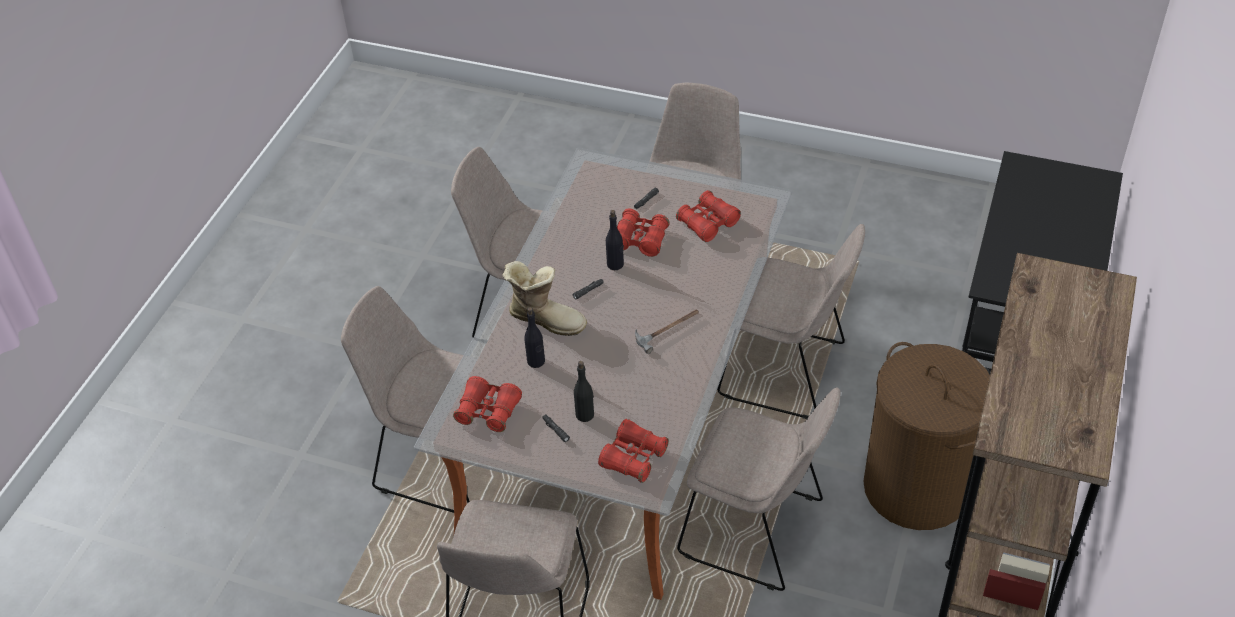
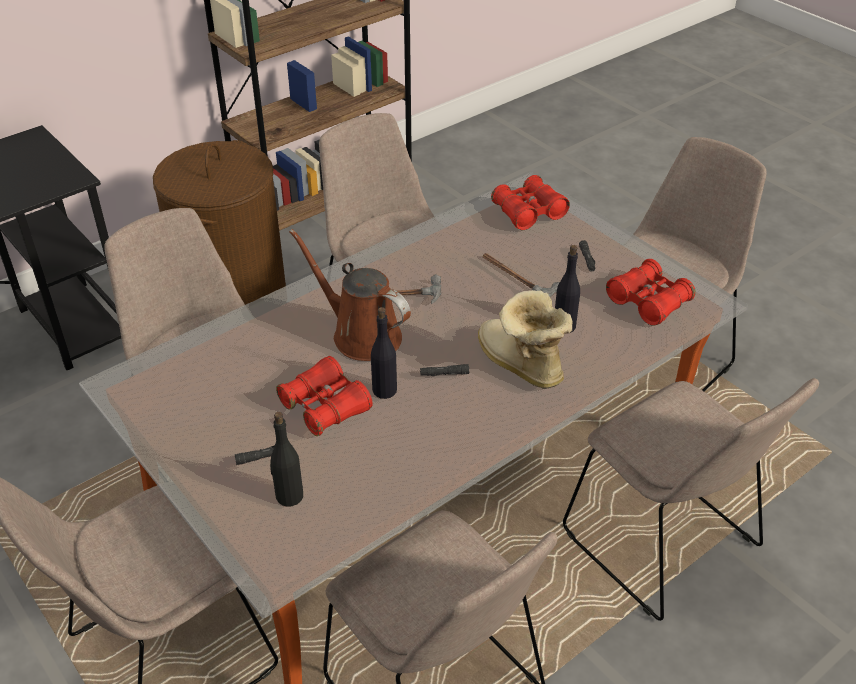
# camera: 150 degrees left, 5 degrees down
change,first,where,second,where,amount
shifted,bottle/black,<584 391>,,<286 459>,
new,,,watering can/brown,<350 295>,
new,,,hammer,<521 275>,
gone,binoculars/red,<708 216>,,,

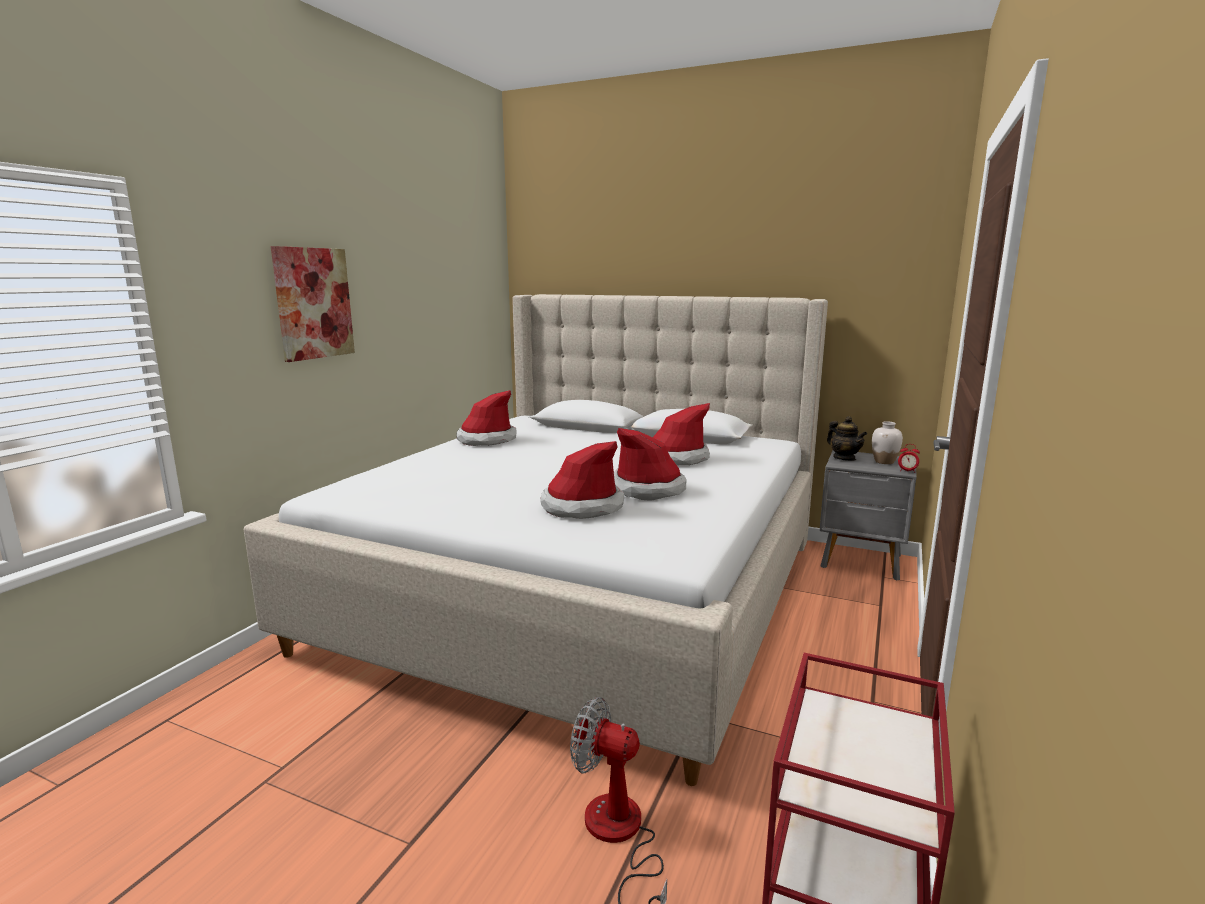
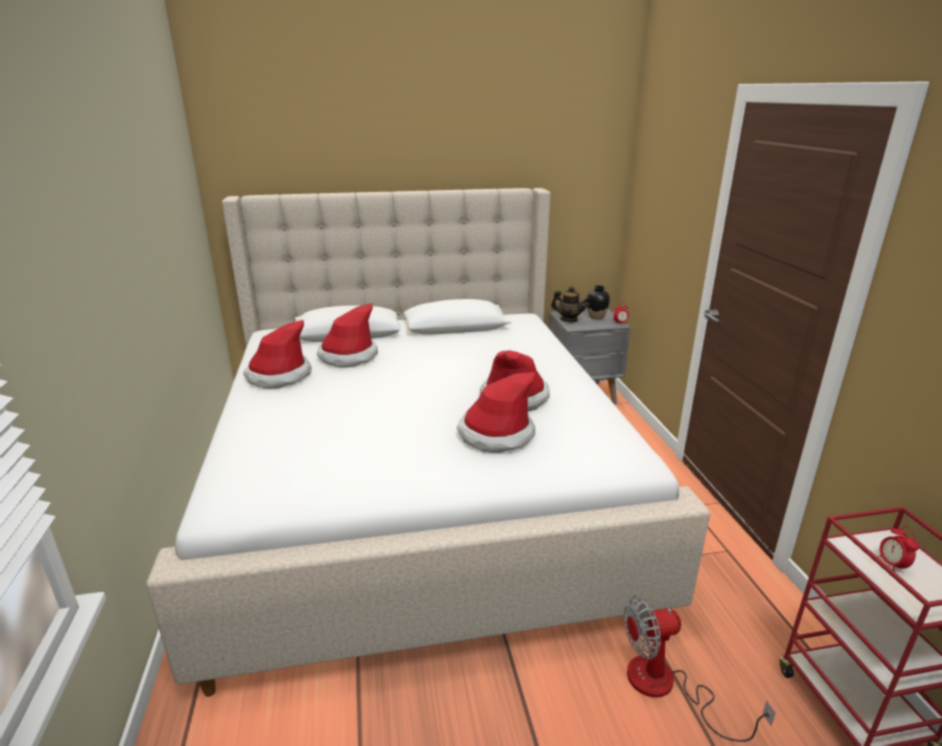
# camera: 35 degrees left, 10 degrees up
change,first,where,second,where,amount
shifted,hat,<681 434>,,<347 335>,
repainted,vase/white,<887 442>,vase/black,<598 302>,
new,,,alarm clock,<898 548>,
gone,picture,<313 304>,,,

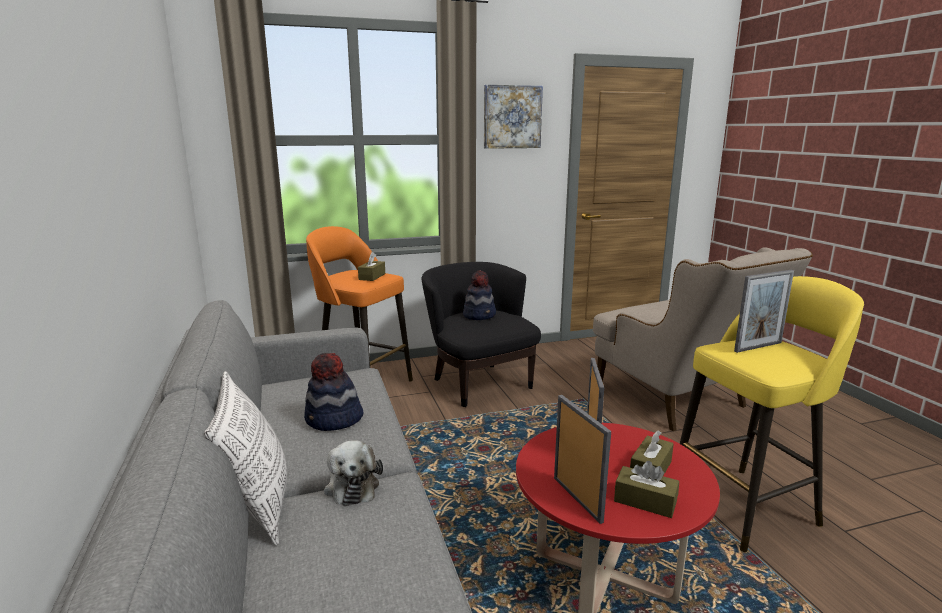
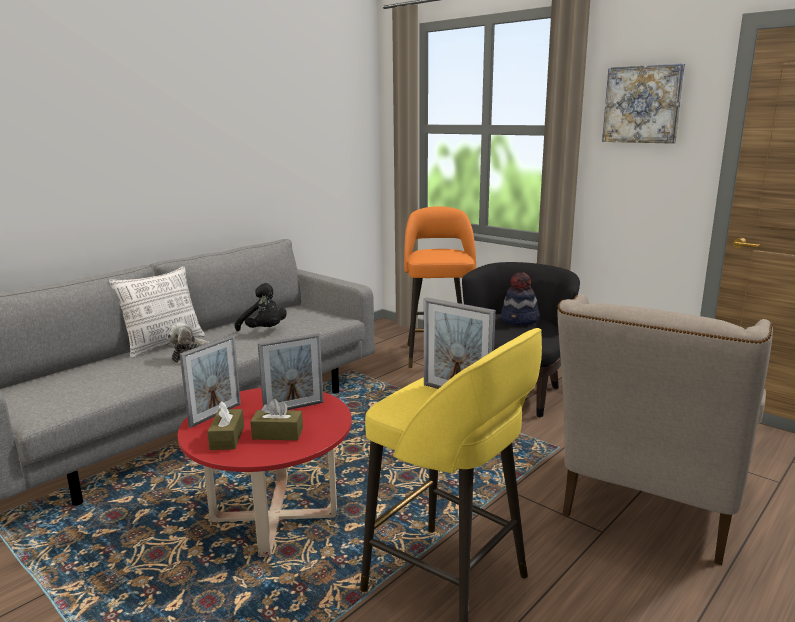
# camera: 60 degrees right, 0 degrees up
change,first,where,second,where,amount
swapped,hat,<334 392>,plush toy/black,<261 307>,
gone,tissue box/brown,<371 266>,,,

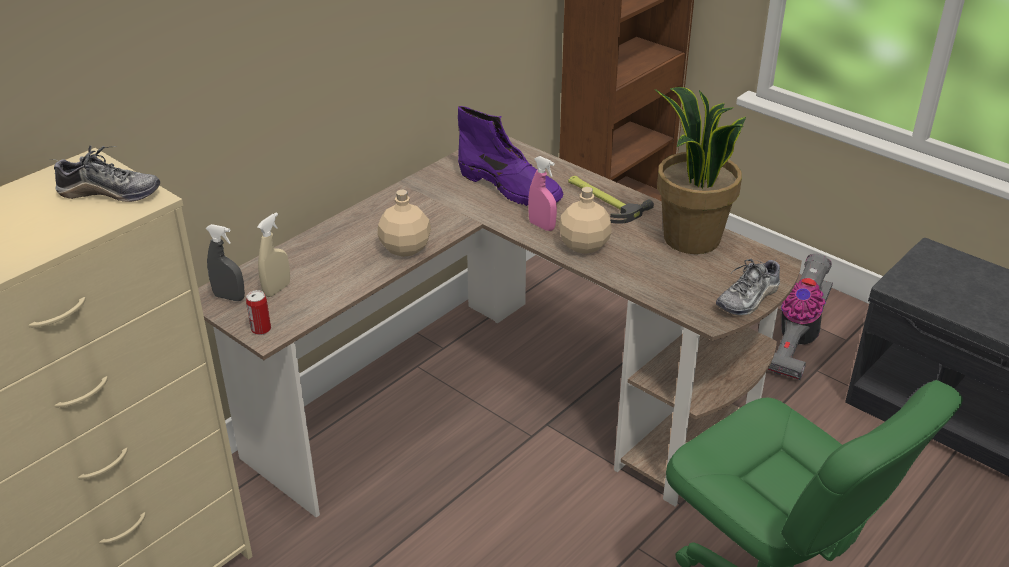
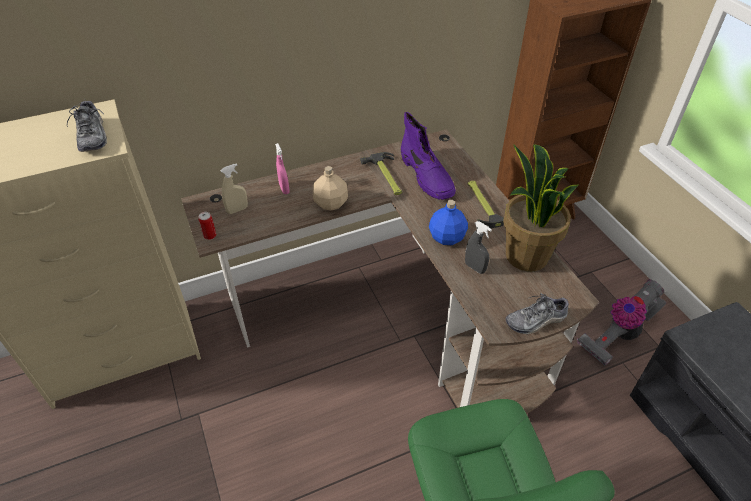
# camera: 25 degrees right, 10 degrees up
change,first,where,second,where,amount
rotated,shoe,<106 173>,,<87 126>,45 degrees clockwise
shifted,spray bottle/pink,<542 193>,,<282 168>,
new,,,hammer,<381 173>,
repainted,bottle/beige,<585 220>,bottle/blue,<448 222>,
shifted,spray bottle/grey,<225 262>,,<478 247>,

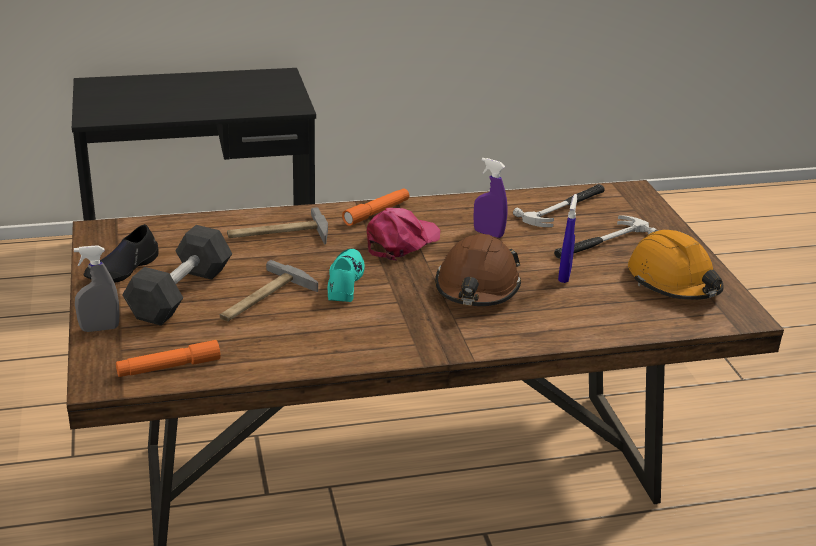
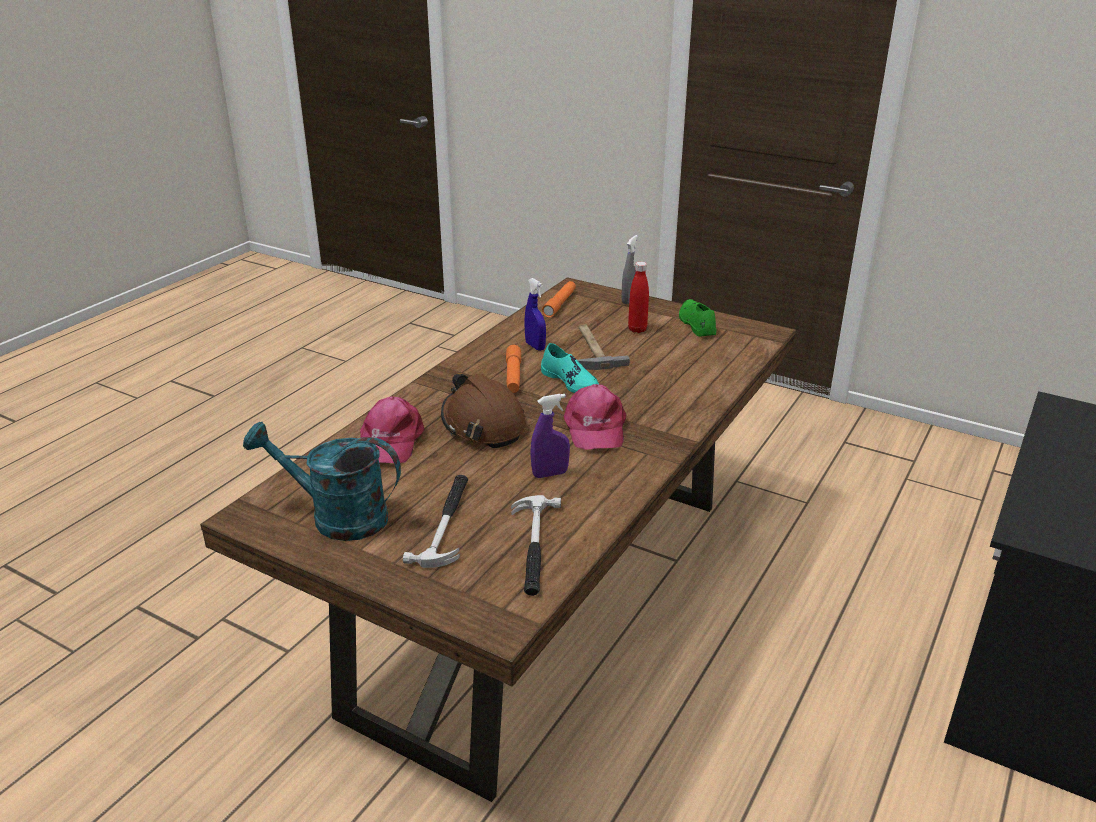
# camera: 135 degrees right, 0 degrees up
change,first,where,second,where,amount
swapped,hard hat/orange,<675 265>,watering can/turquoise,<322 481>,
new,,,cap/pink,<392 429>,
shifted,flashlight/orange,<375 207>,,<513 369>,
shifted,spray bottle/blue,<567 238>,,<535 314>,
swapped,dumbbell/black,<177 275>,bottle/red,<638 297>,
repainted,shoe/black,<121 253>,shoe/green,<697 318>,
gone,hammer,<277 225>,,,

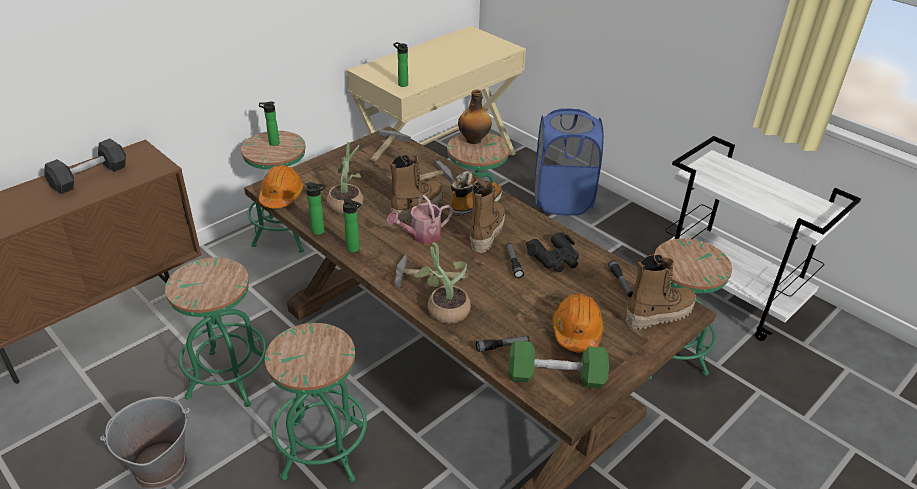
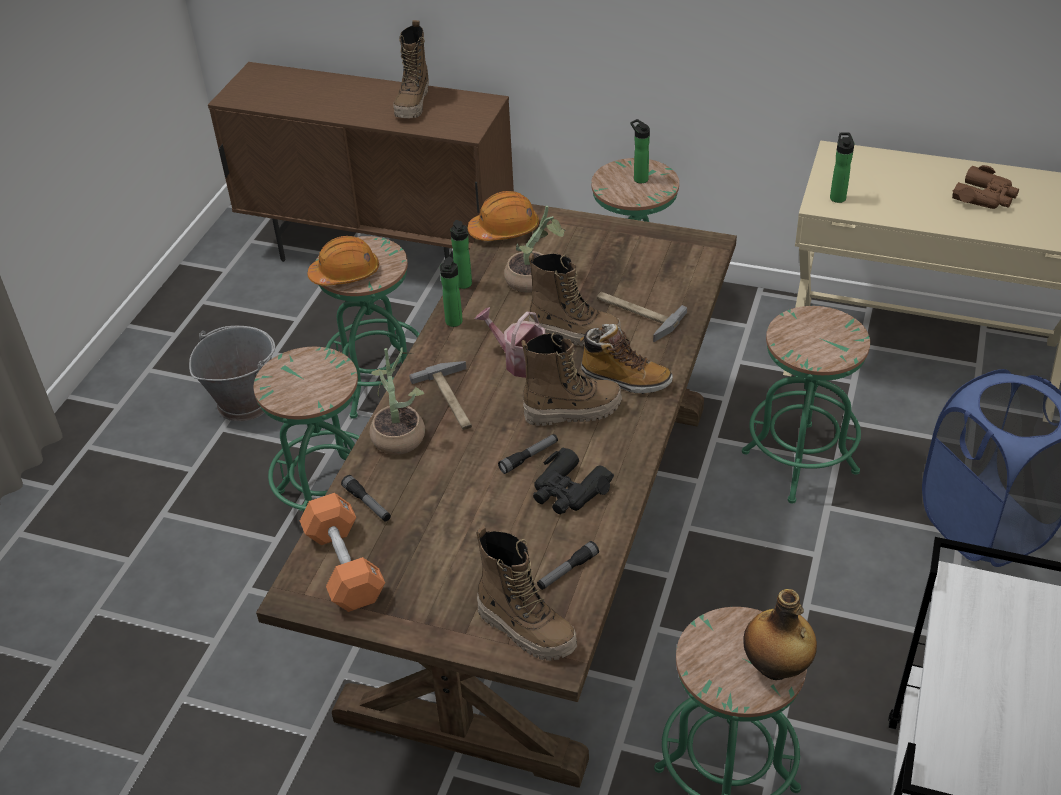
# camera: 65 degrees right, 5 degrees up
change,first,where,second,where,amount
repainted,dumbbell/green,<558 364>,dumbbell/orange,<342 552>,
shifted,hard hat/orange,<578 323>,,<343 261>,
swapped,dumbbell/black,<85 166>,boot,<411 69>,
shifted,bottle,<475 117>,,<780 634>,
new,,,binoculars/brown,<985 187>,
gone,hammer,<390 146>,,,

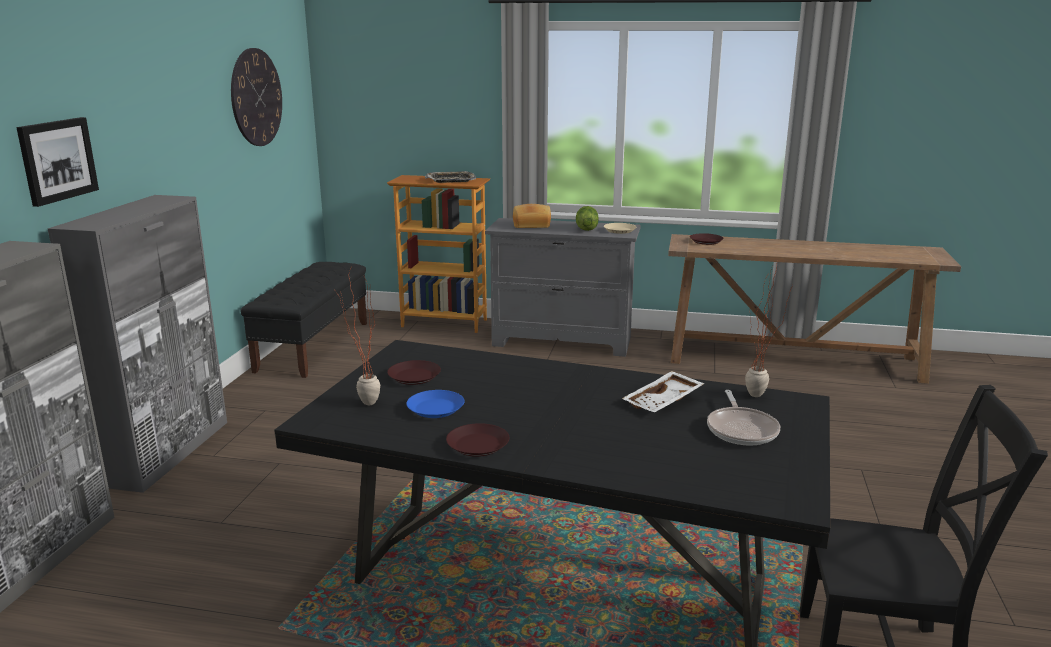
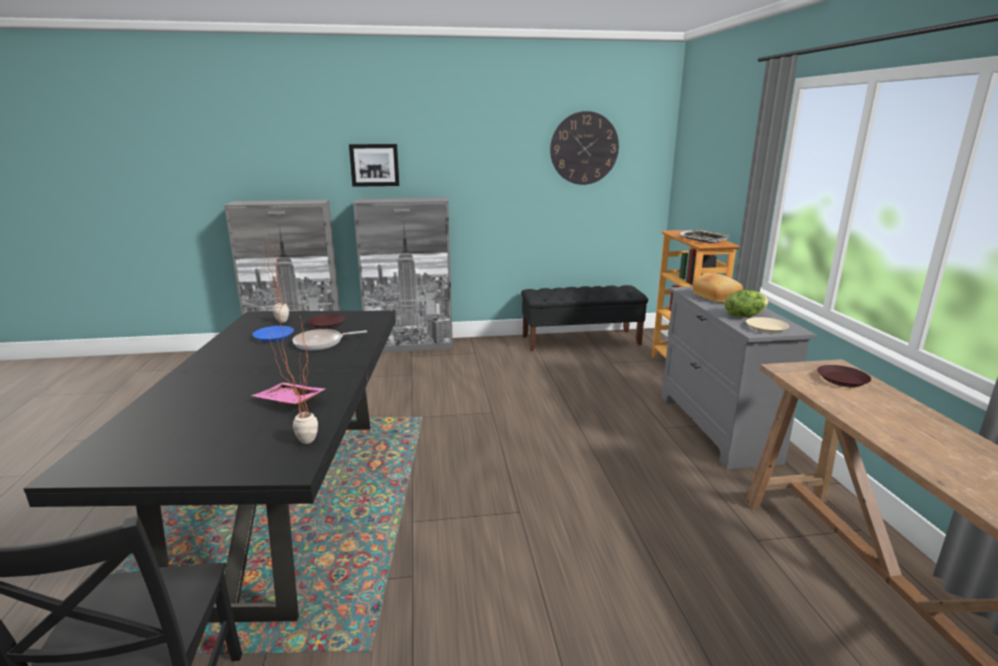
# camera: 70 degrees right, 0 degrees up
change,first,where,second,where,amount
repainted,tray/white,<663 392>,tray/pink,<288 394>,
shifted,frying pan,<743 418>,,<330 339>,
gone,plate/brown,<477 440>,,,

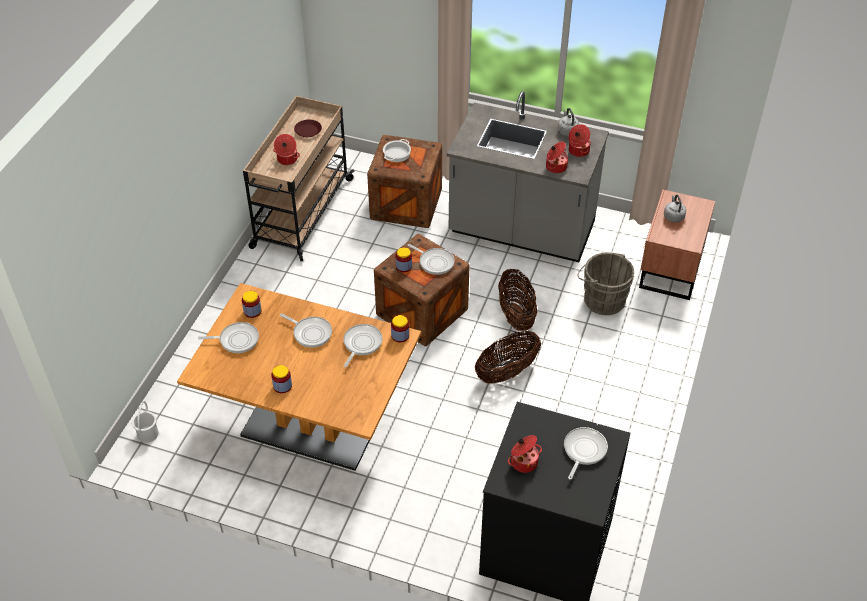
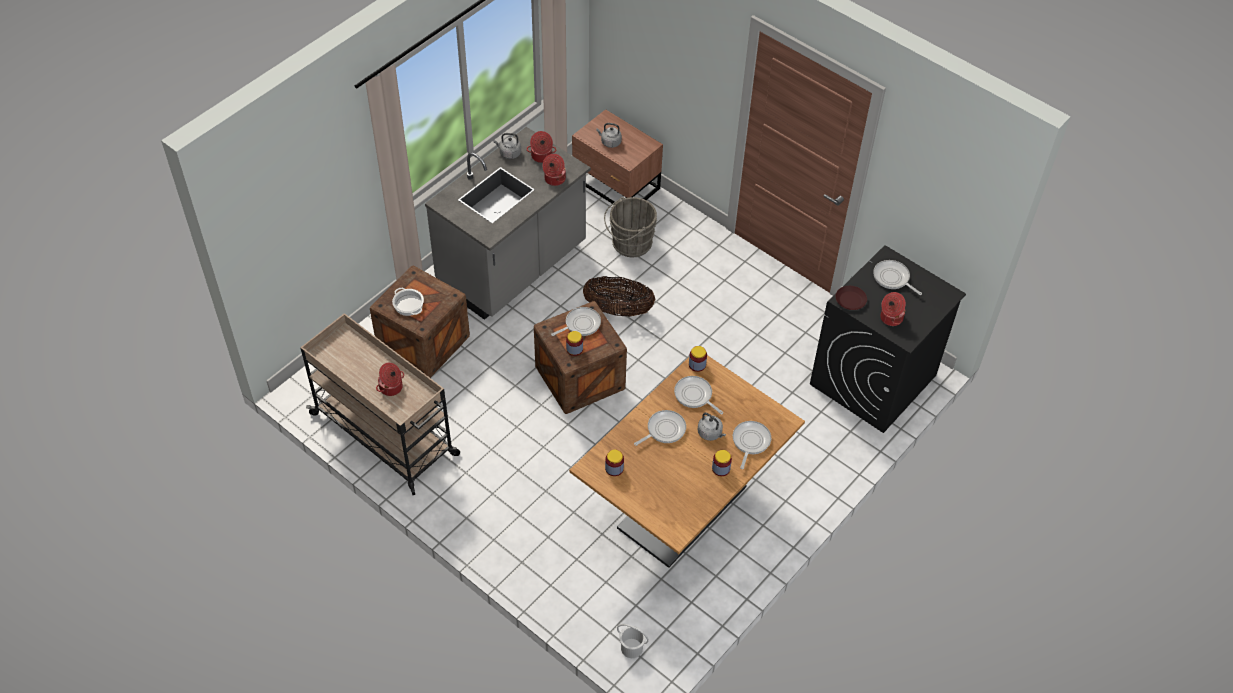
# camera: 70 degrees left, 5 degrees up
change,first,where,second,where,amount
new,,,kettle/grey,<711 427>,
shifted,frying pan,<228 337>,,<752 445>,
shifted,plate/brown,<308 128>,,<851 298>,
gone,basket,<508 357>,,,

